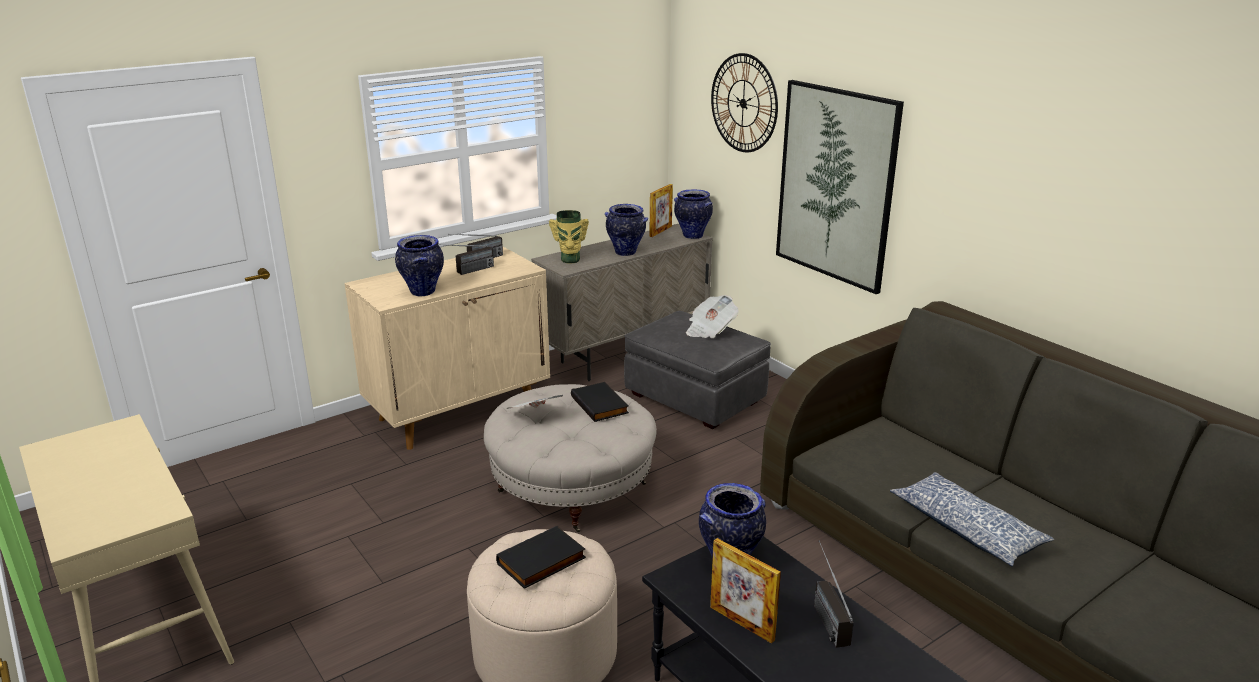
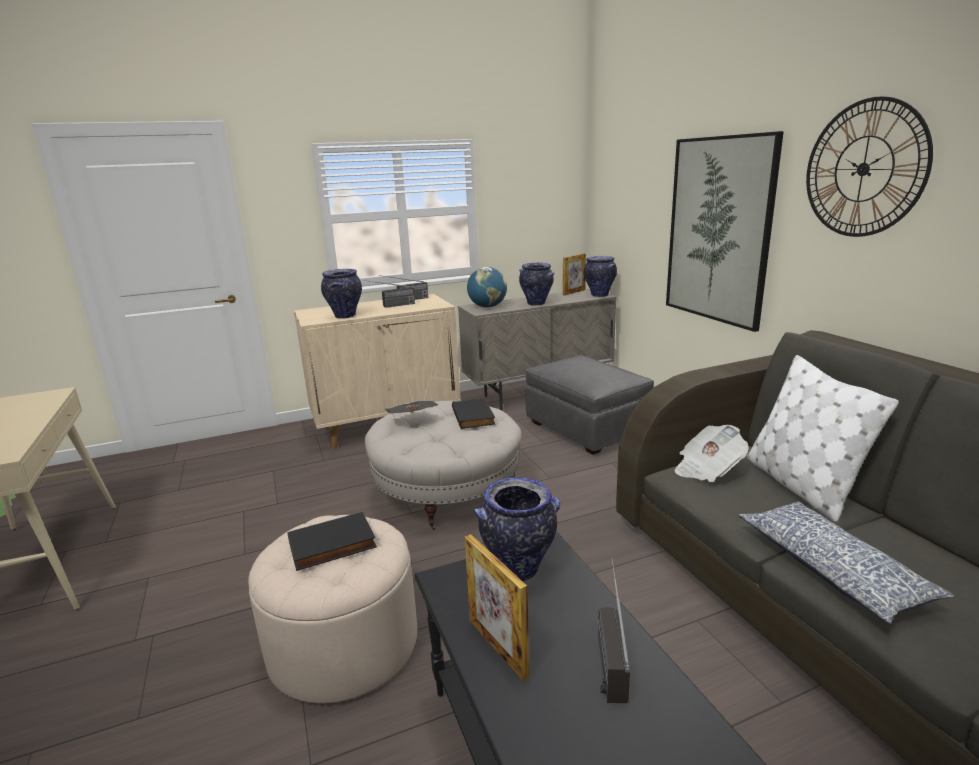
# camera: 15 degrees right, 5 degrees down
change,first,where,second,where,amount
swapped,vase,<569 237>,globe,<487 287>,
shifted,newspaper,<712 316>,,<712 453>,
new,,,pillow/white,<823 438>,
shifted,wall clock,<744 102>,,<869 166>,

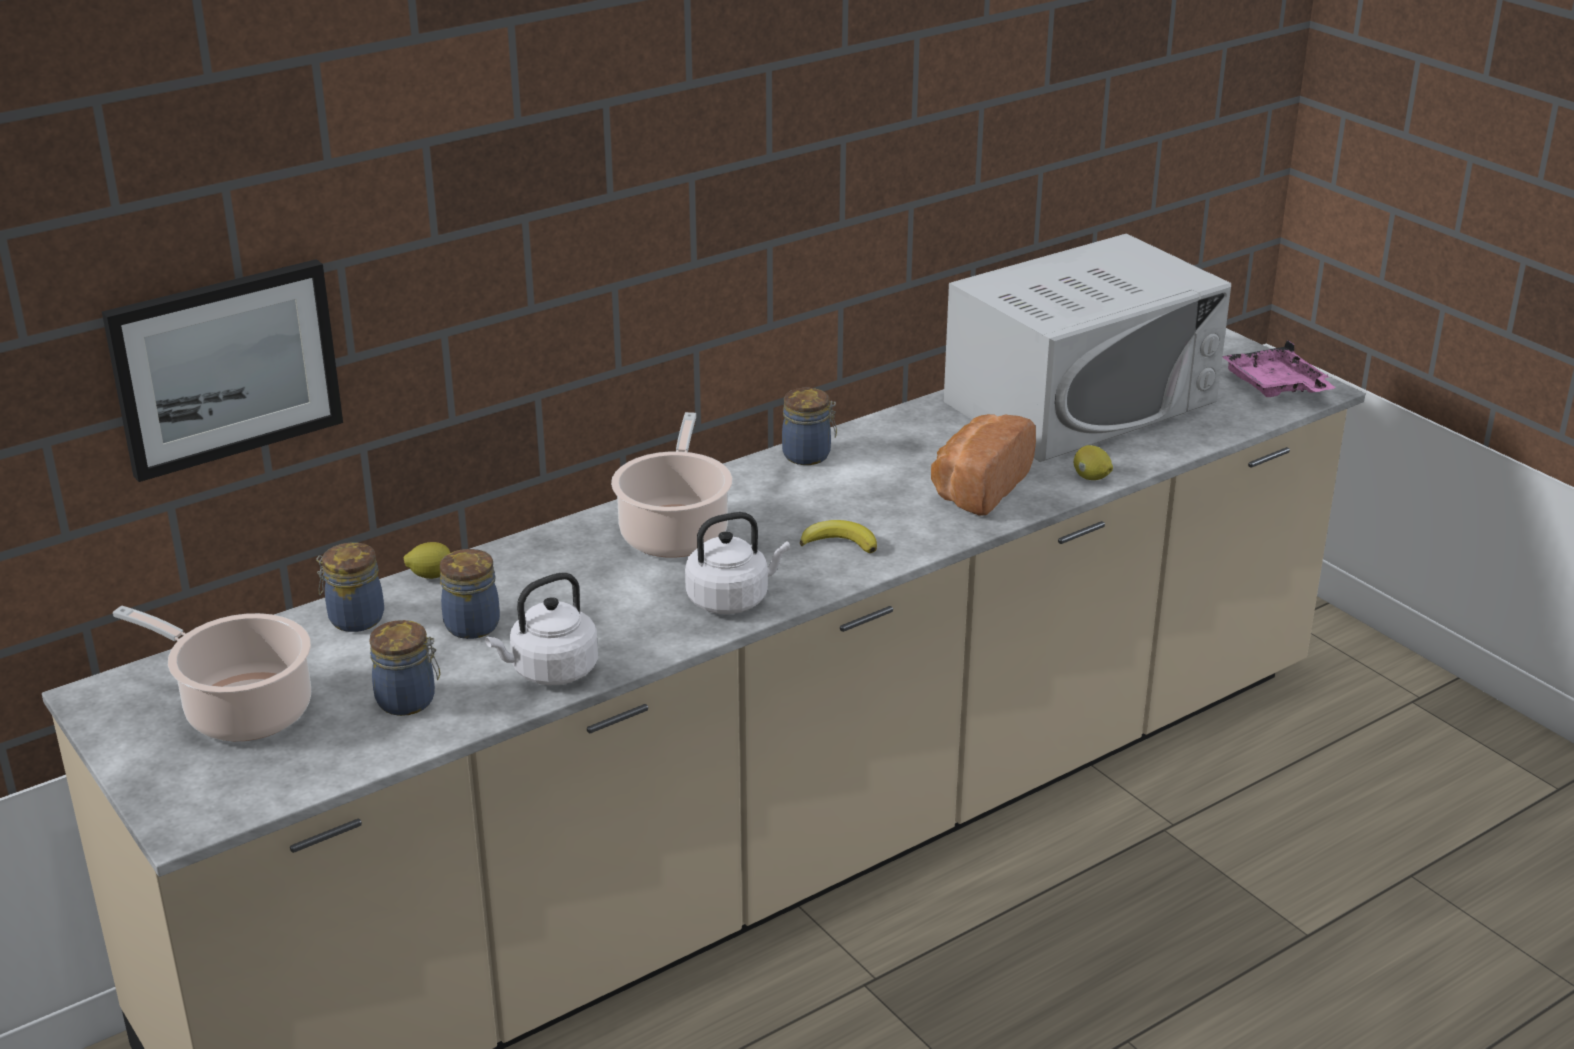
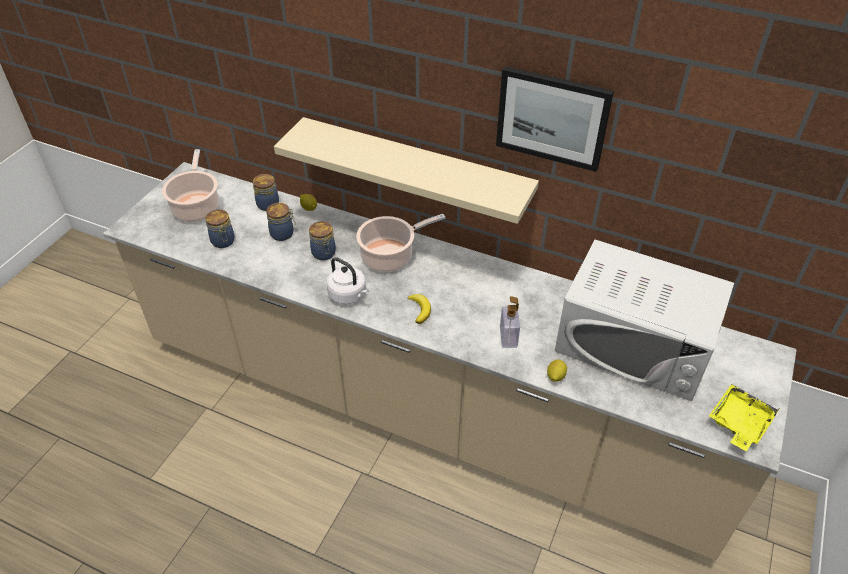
# camera: 60 degrees right, 15 degrees up
change,first,where,second,where,amount
new,,,shelf/beige,<406 170>,
shifted,jar,<809 426>,,<322 240>,
shifted,picture,<222 370>,,<555 119>,
swapped,bread,<983 465>,soap dispenser,<510 322>,
repainted,tray/pink,<1279 368>,tray/yellow,<744 418>,
gone,kettle/white,<541 629>,,,

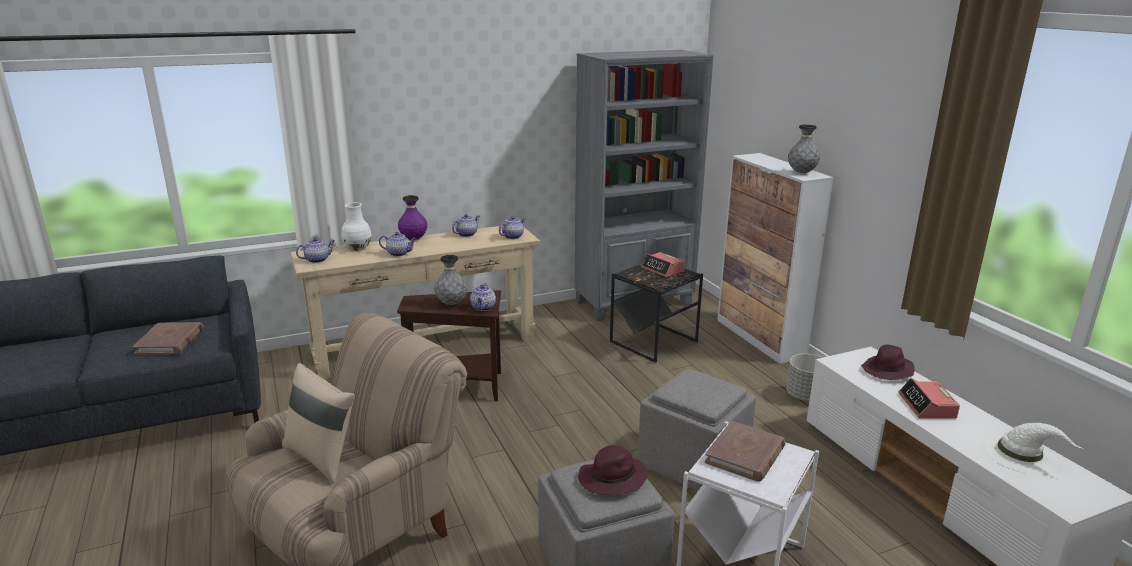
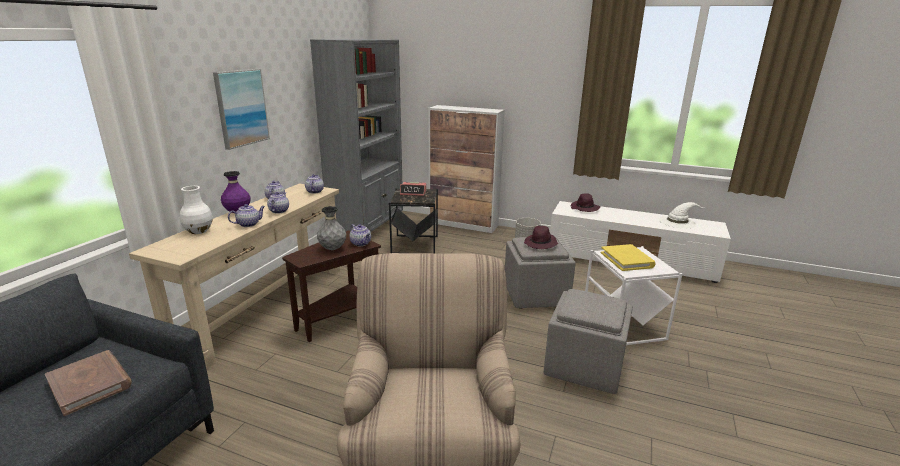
# camera: 45 degrees left, 0 degrees up
change,first,where,second,where,amount
new,,,picture,<241 109>,
shifted,teapot,<315 250>,,<278 203>,
shifted,hat/purple,<613 469>,,<541 237>,
repainted,book/brown,<745 451>,book/yellow,<628 257>,
gone,pillow/beige,<318 423>,,,
gone,vase/grey,<804 148>,,,
gone,alarm clock,<929 398>,,,

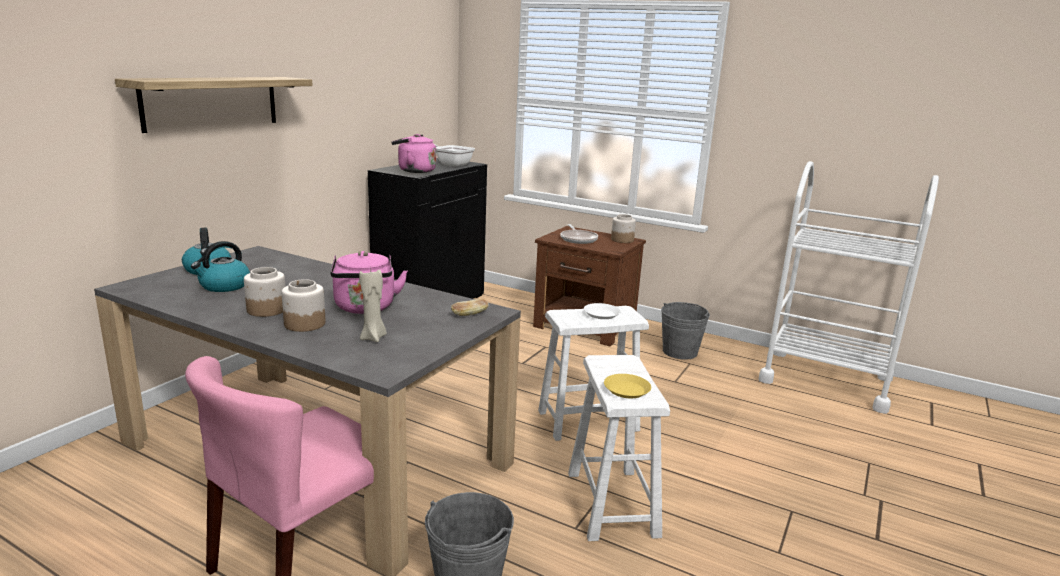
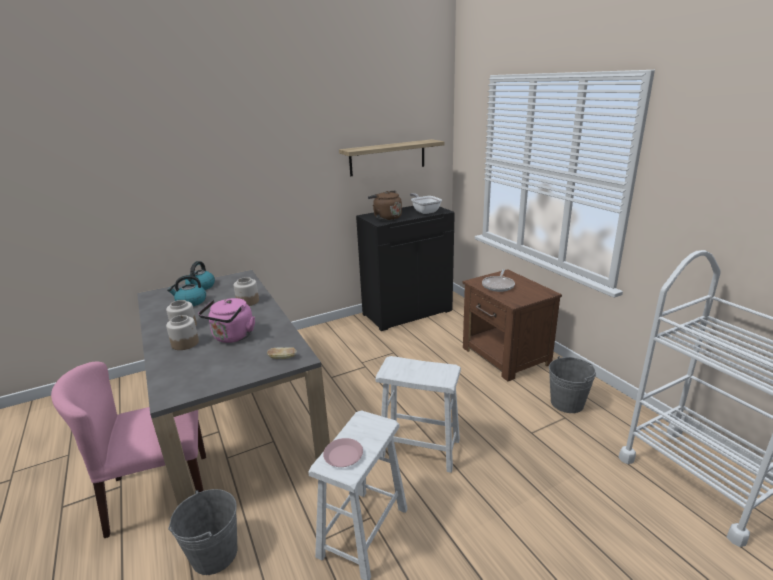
# camera: 35 degrees right, 5 degrees up
change,first,where,second,where,amount
shifted,jar,<623 228>,,<246 291>,
repainted,plate/yellow,<627 386>,plate/pink,<343 452>,
shifted,shelf,<214 105>,,<391 157>,
repainted,kettle/pink,<414 153>,kettle/brown,<385 205>,
gone,candle/beige,<373 305>,,,
gone,plate/white,<602 311>,,,

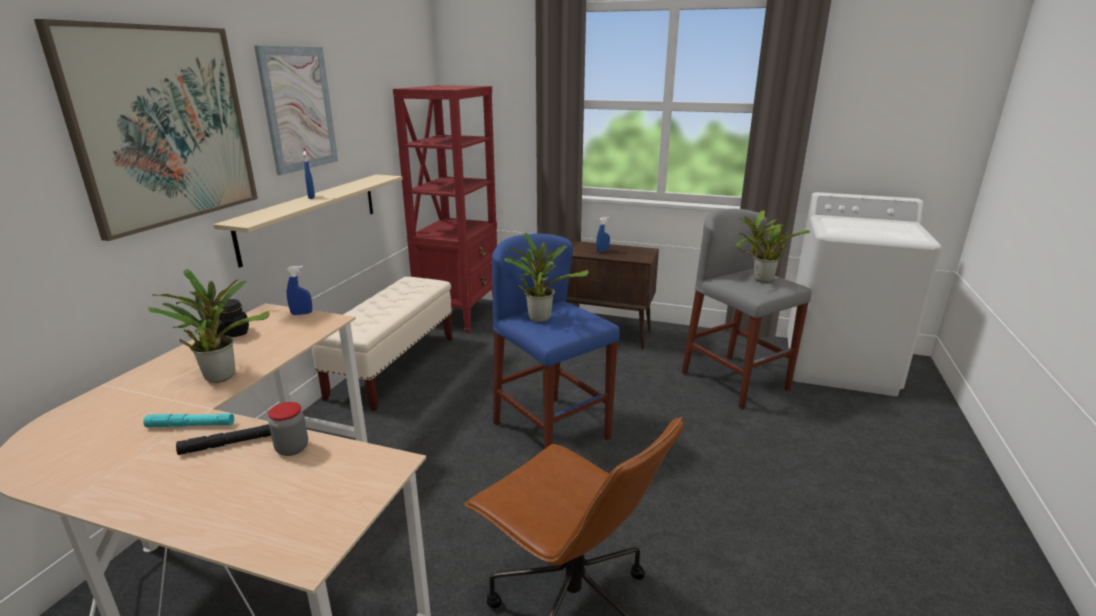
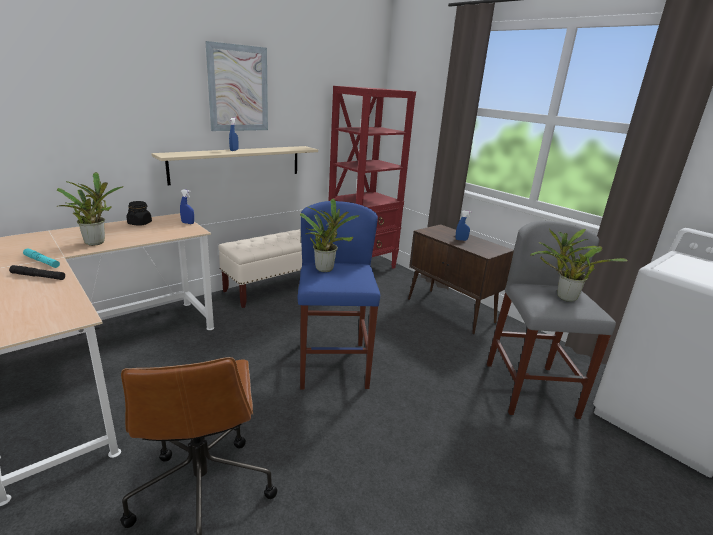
# camera: 30 degrees right, 0 degrees up
change,first,where,second,where,amount
gone,picture,<146 130>,,,
gone,jar,<288 429>,,,

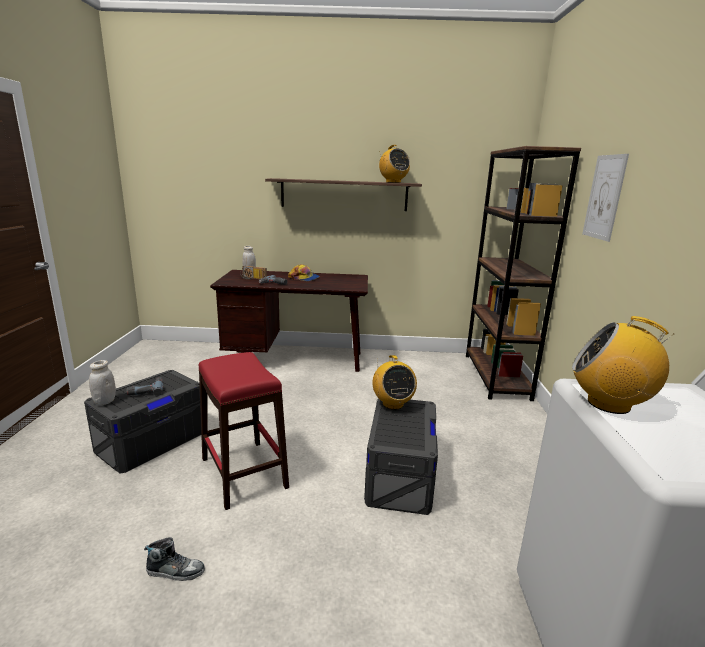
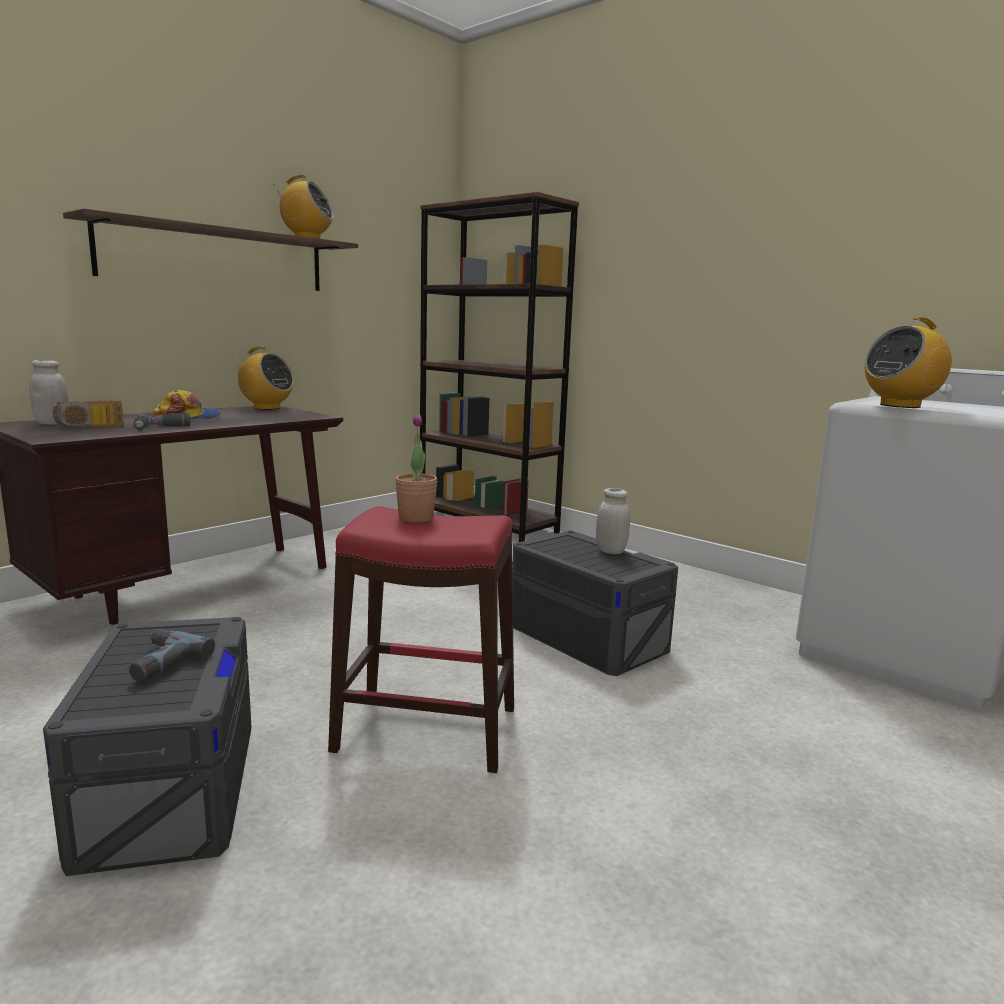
# camera: 50 degrees left, 5 degrees down
change,first,where,second,where,amount
shifted,radio,<395 382>,,<263 378>,
new,,,potted plant,<416 468>,
shifted,jar/white,<102 382>,,<613 521>,
gone,shoe,<174 559>,,,
gone,picture,<605 198>,,,

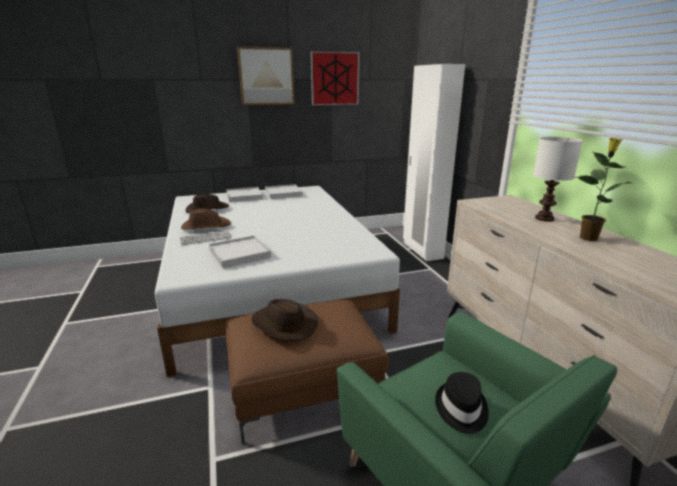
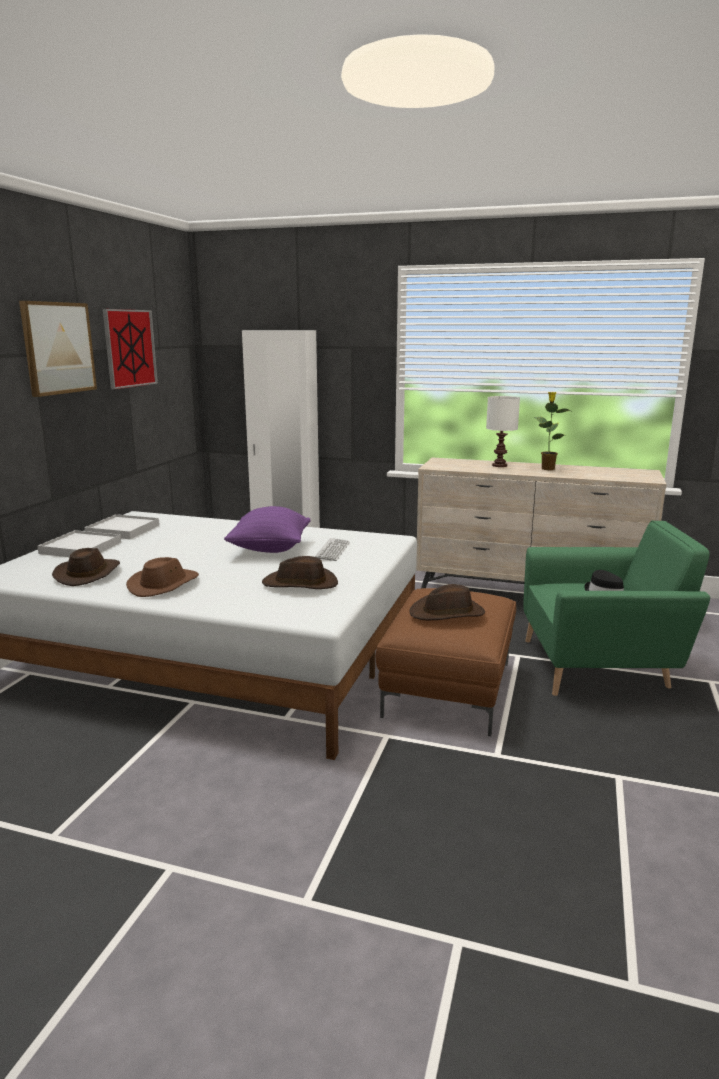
# camera: 55 degrees left, 5 degrees down
change,first,where,second,where,amount
new,,,pillow/purple,<267 529>,
swapped,tray/white,<240 252>,hat/brown,<300 572>,
shifted,keyboard,<206 237>,,<332 549>,

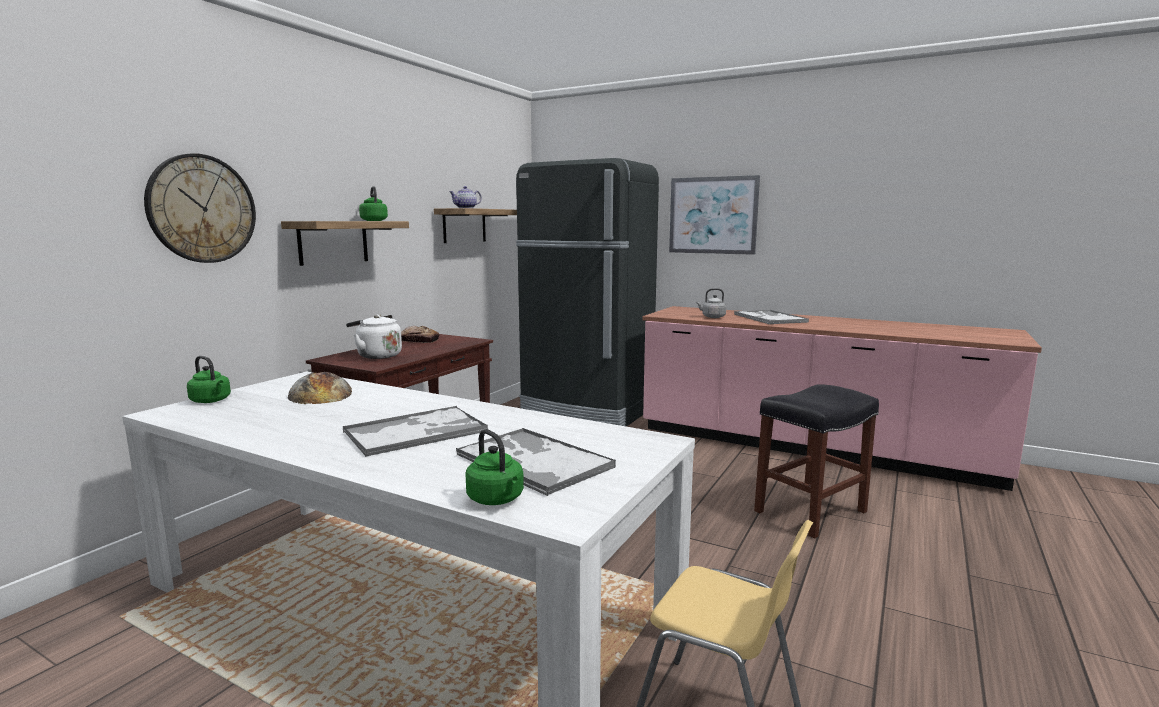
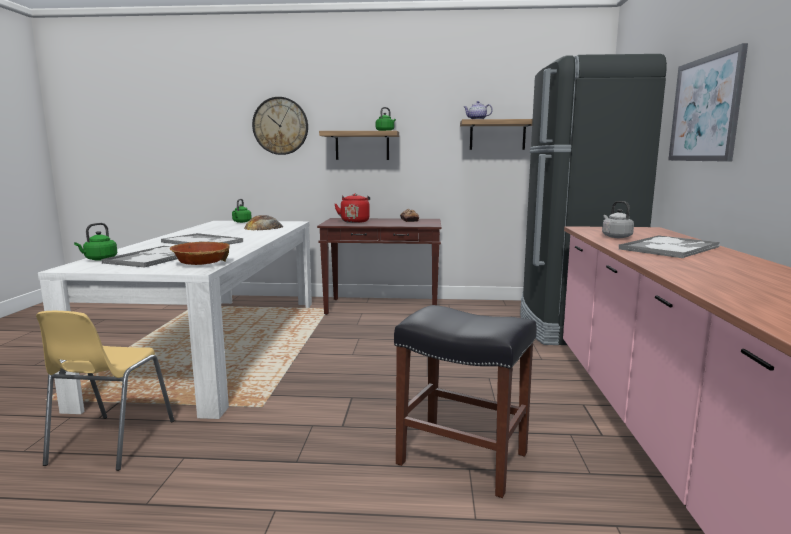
# camera: 65 degrees right, 0 degrees up
change,first,where,second,where,amount
new,,,bowl,<200 253>,
repainted,kettle/white,<374 337>,kettle/red,<352 208>,

